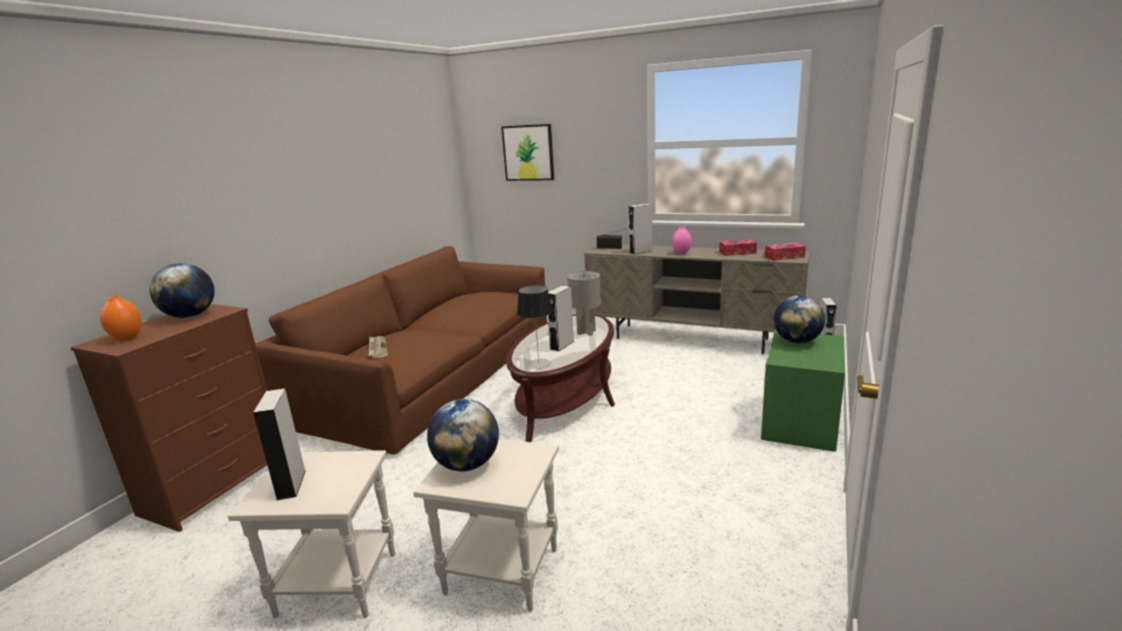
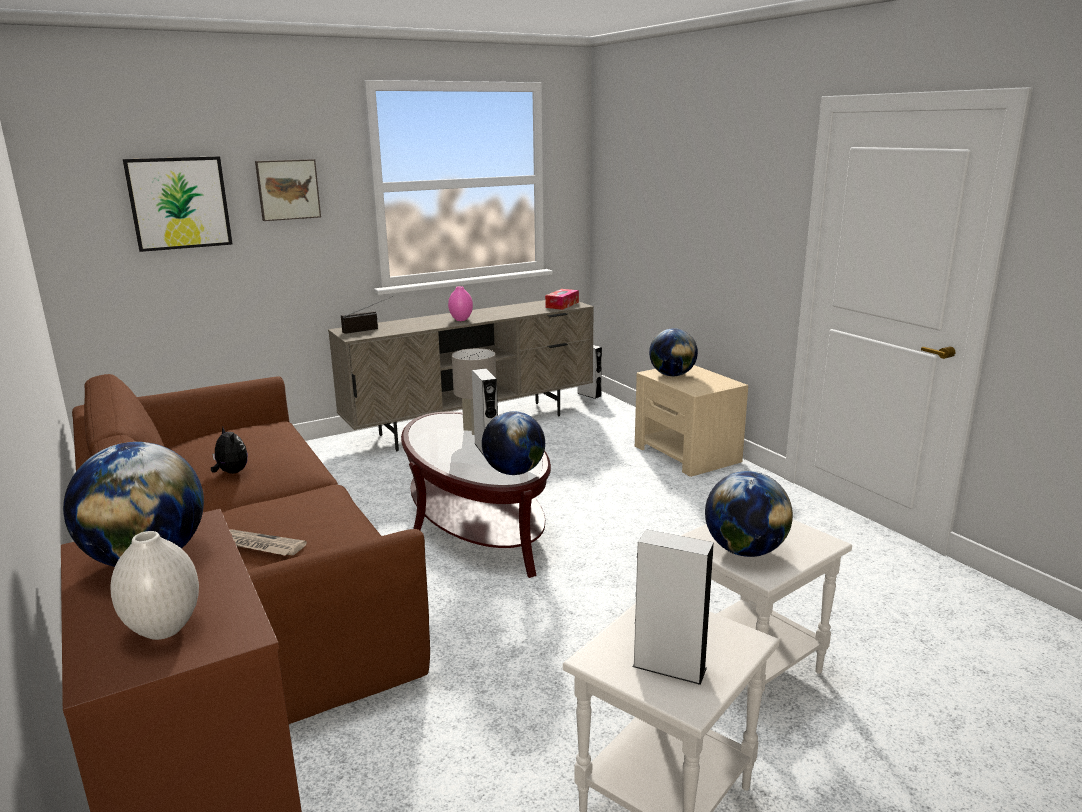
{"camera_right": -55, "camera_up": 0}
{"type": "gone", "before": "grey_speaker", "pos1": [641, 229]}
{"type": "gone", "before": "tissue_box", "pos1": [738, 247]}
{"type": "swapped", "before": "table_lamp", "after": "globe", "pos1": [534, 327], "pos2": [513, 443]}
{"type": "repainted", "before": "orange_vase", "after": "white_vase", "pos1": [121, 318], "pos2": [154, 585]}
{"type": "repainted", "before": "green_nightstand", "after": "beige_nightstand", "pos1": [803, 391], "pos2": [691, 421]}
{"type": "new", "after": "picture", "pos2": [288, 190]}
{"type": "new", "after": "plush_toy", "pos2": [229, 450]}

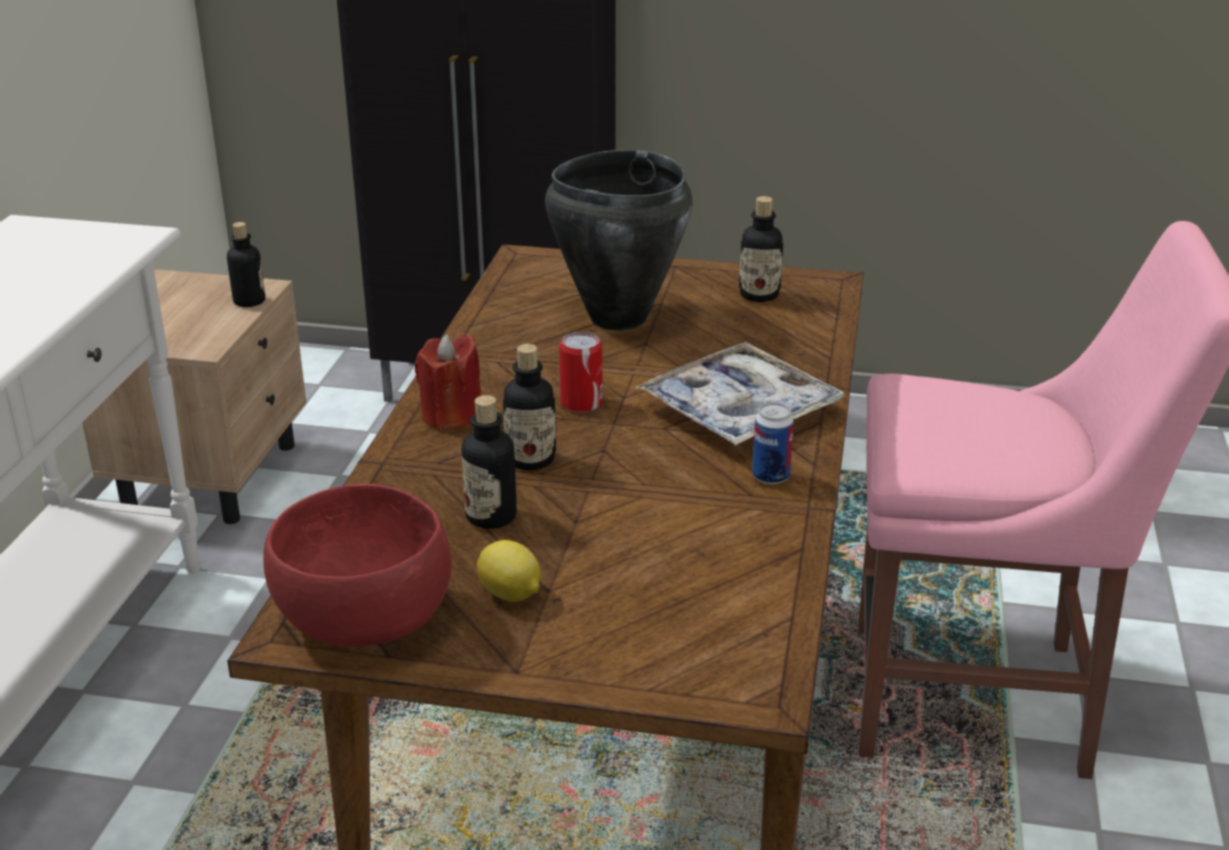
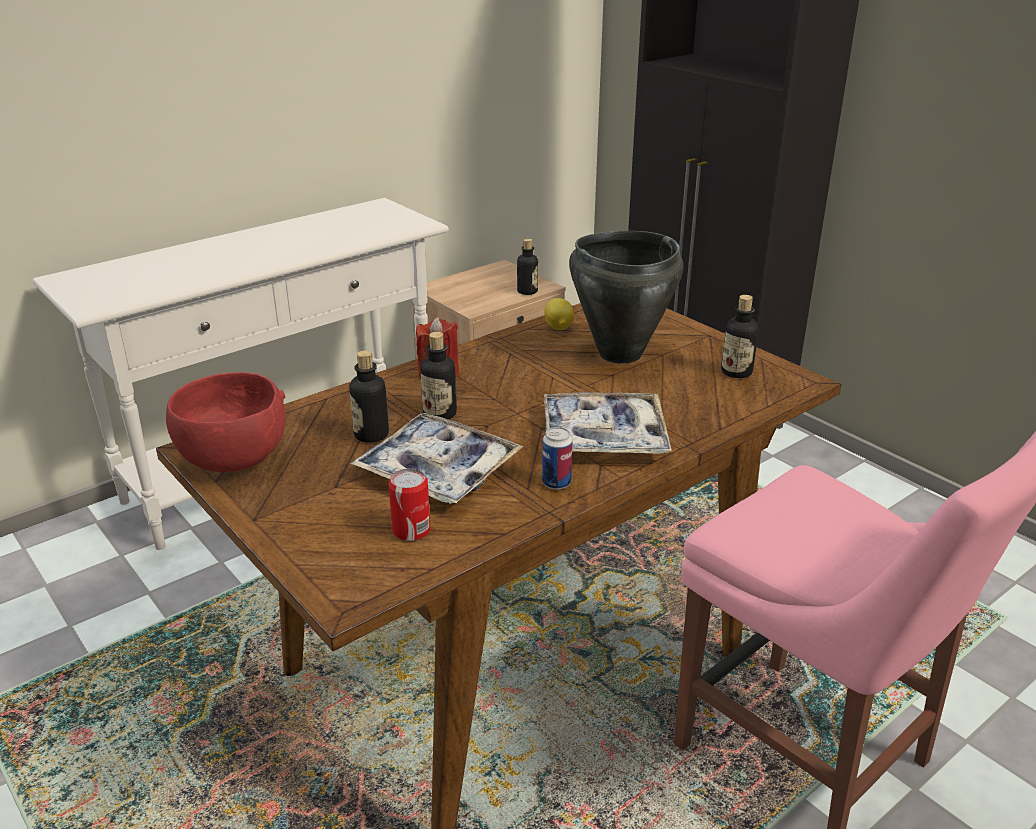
{"camera_right": 40, "camera_up": 0}
{"type": "shifted", "before": "can", "pos1": [580, 372], "pos2": [409, 505]}
{"type": "shifted", "before": "lemon", "pos1": [509, 571], "pos2": [559, 314]}
{"type": "new", "after": "tray", "pos2": [437, 458]}

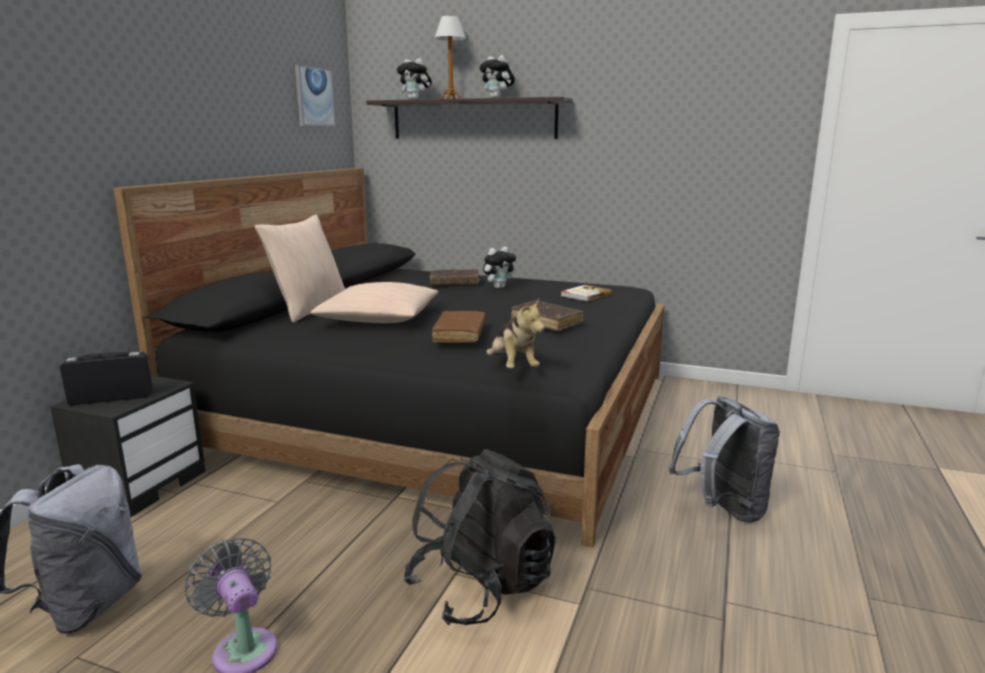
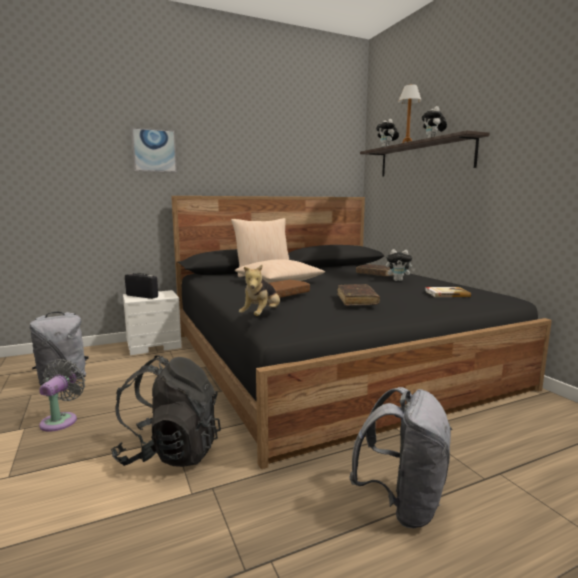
{"camera_right": 45, "camera_up": -5}
{"type": "shifted", "before": "picture", "pos1": [315, 95], "pos2": [154, 150]}
{"type": "repainted", "before": "black_nightstand", "after": "white_nightstand", "pos1": [127, 446], "pos2": [152, 322]}

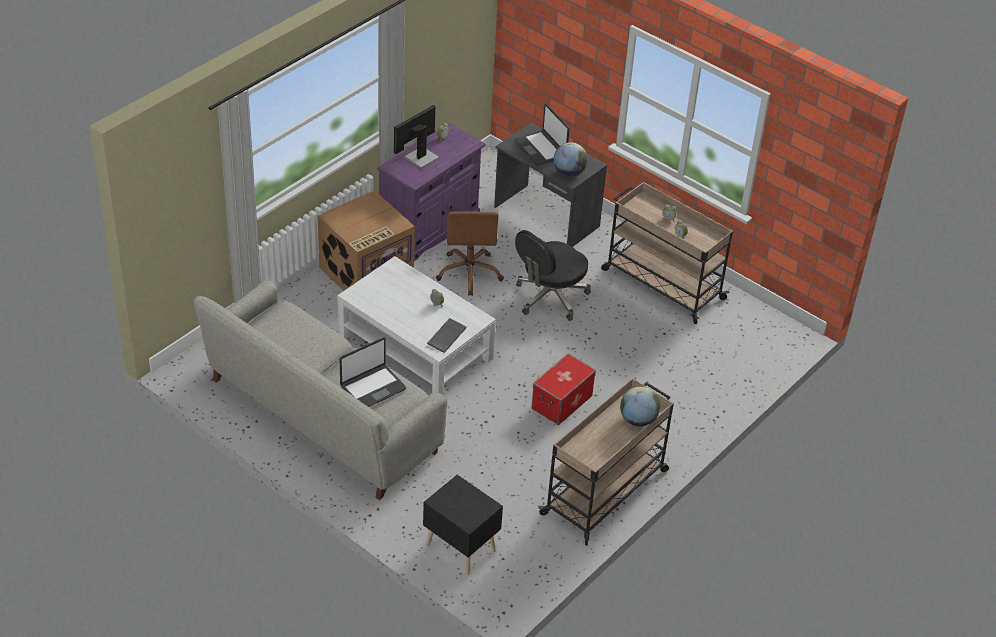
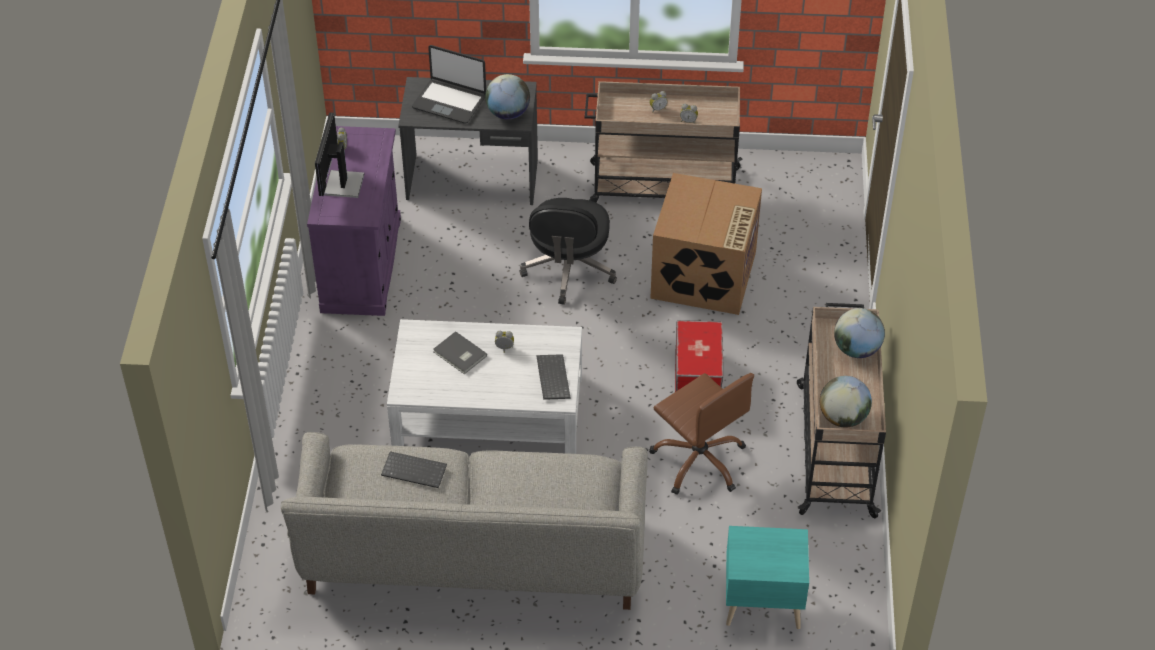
{"camera_right": -35, "camera_up": 5}
{"type": "shifted", "before": "cardboard_box", "pos1": [366, 240], "pos2": [706, 244]}
{"type": "shifted", "before": "brown_office_chair", "pos1": [470, 253], "pos2": [701, 434]}
{"type": "gone", "before": "laptop", "pos1": [373, 372]}
{"type": "repainted", "before": "black_nightstand", "after": "turquoise_nightstand", "pos1": [463, 525], "pos2": [767, 577]}
{"type": "new", "after": "grey_book", "pos2": [460, 352]}
{"type": "new", "after": "globe", "pos2": [846, 402]}
{"type": "new", "after": "keyboard", "pos2": [414, 469]}

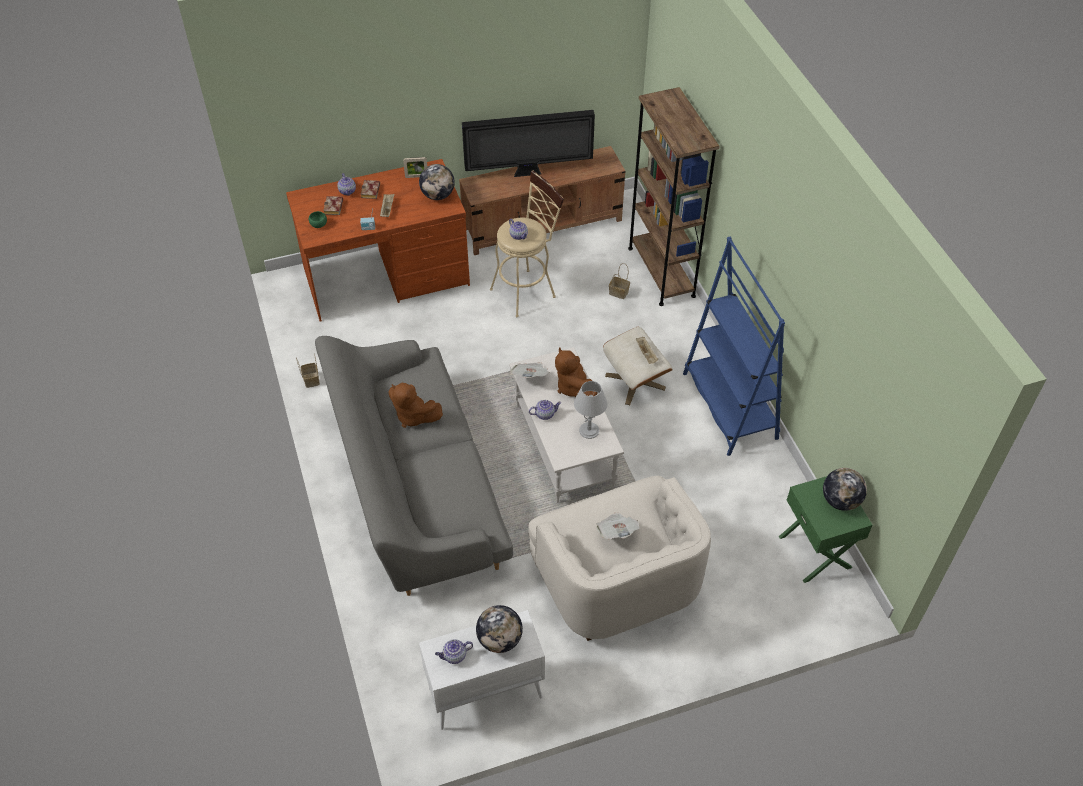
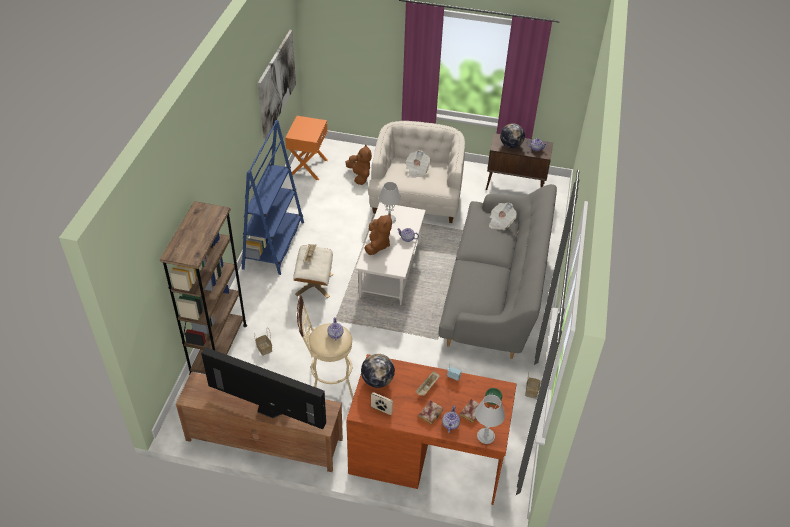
{"camera_right": -150, "camera_up": -5}
{"type": "shifted", "before": "newspaper", "pos1": [530, 370], "pos2": [503, 217]}
{"type": "shifted", "before": "brown_plush_toy", "pos1": [415, 405], "pos2": [359, 165]}
{"type": "gone", "before": "globe", "pos1": [845, 489]}
{"type": "repainted", "before": "green_nightstand", "after": "orange_nightstand", "pos1": [825, 529], "pos2": [306, 148]}
{"type": "repainted", "before": "white_cabinet", "after": "brown_cabinet", "pos1": [482, 670], "pos2": [519, 161]}
{"type": "new", "after": "picture", "pos2": [277, 84]}
{"type": "new", "after": "grey_table_lamp", "pos2": [490, 419]}

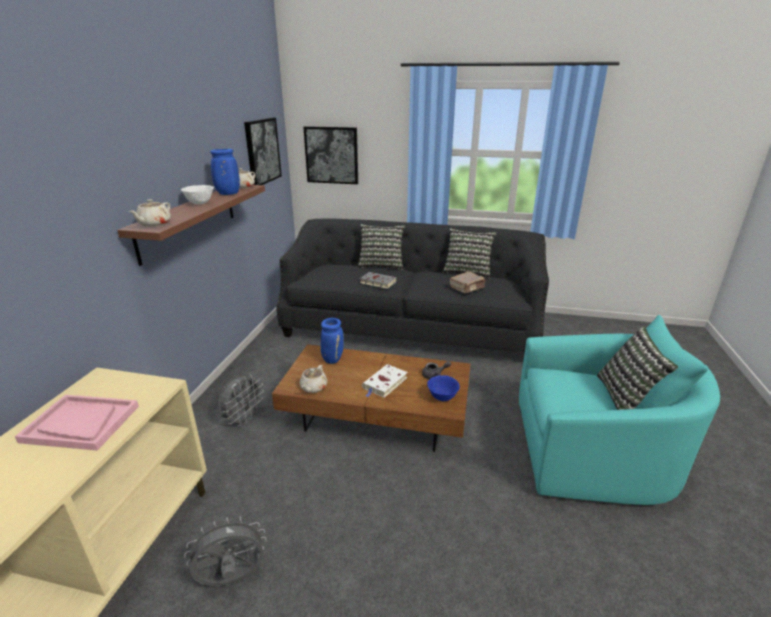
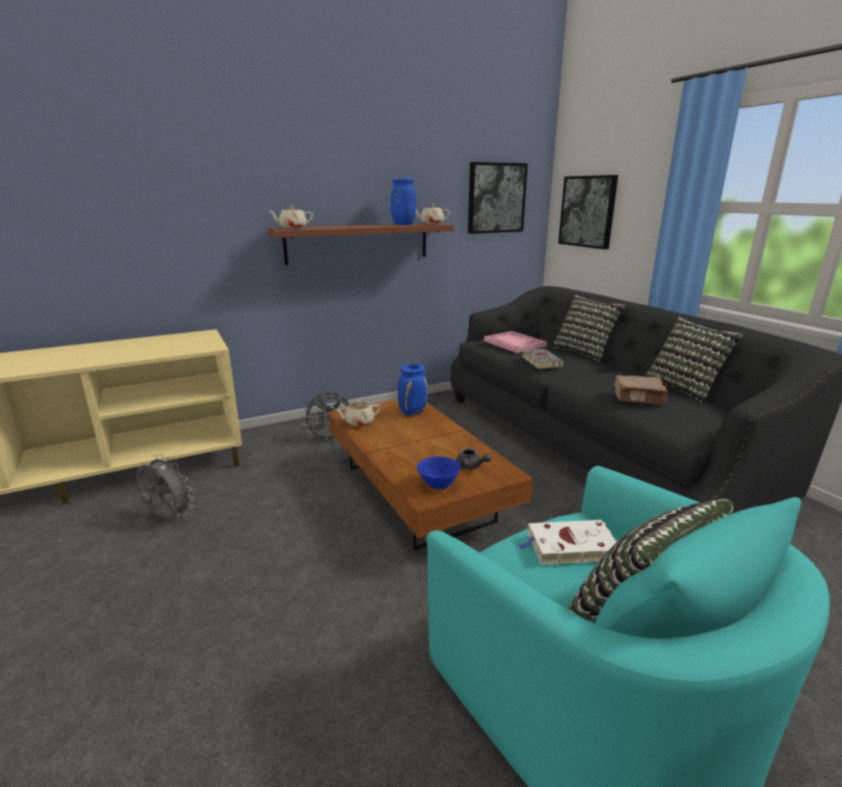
{"camera_right": 50, "camera_up": -5}
{"type": "gone", "before": "white_bowl", "pos1": [197, 194]}
{"type": "shifted", "before": "white_book", "pos1": [385, 381], "pos2": [566, 542]}
{"type": "shifted", "before": "pink_tray", "pos1": [77, 423], "pos2": [515, 342]}

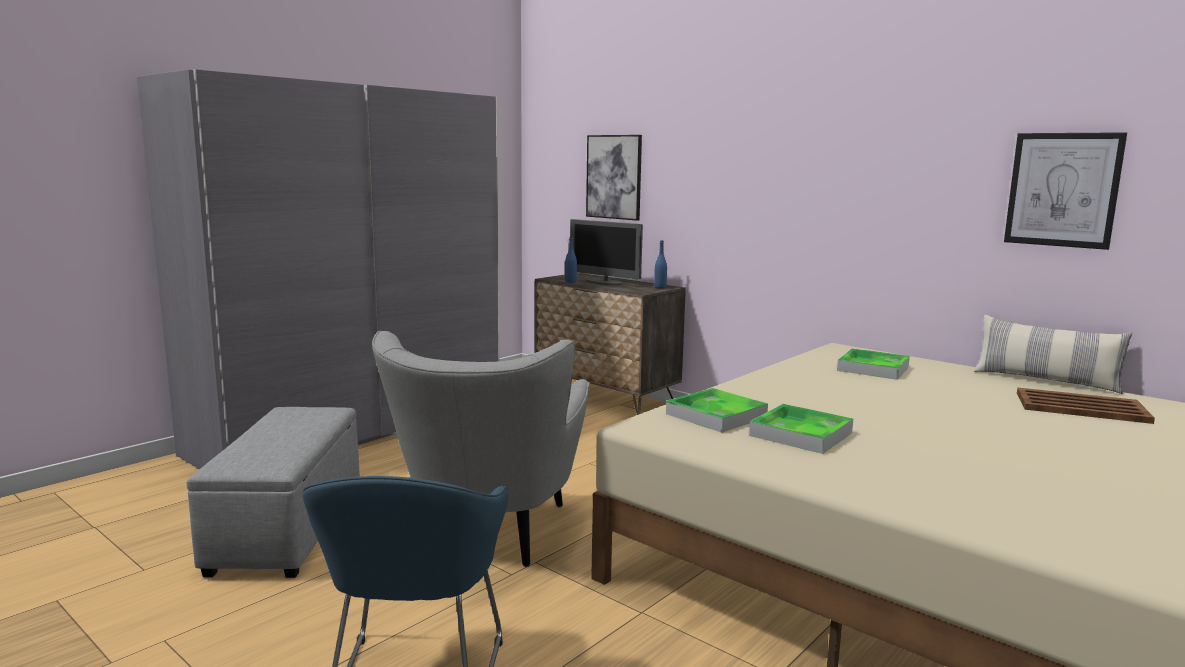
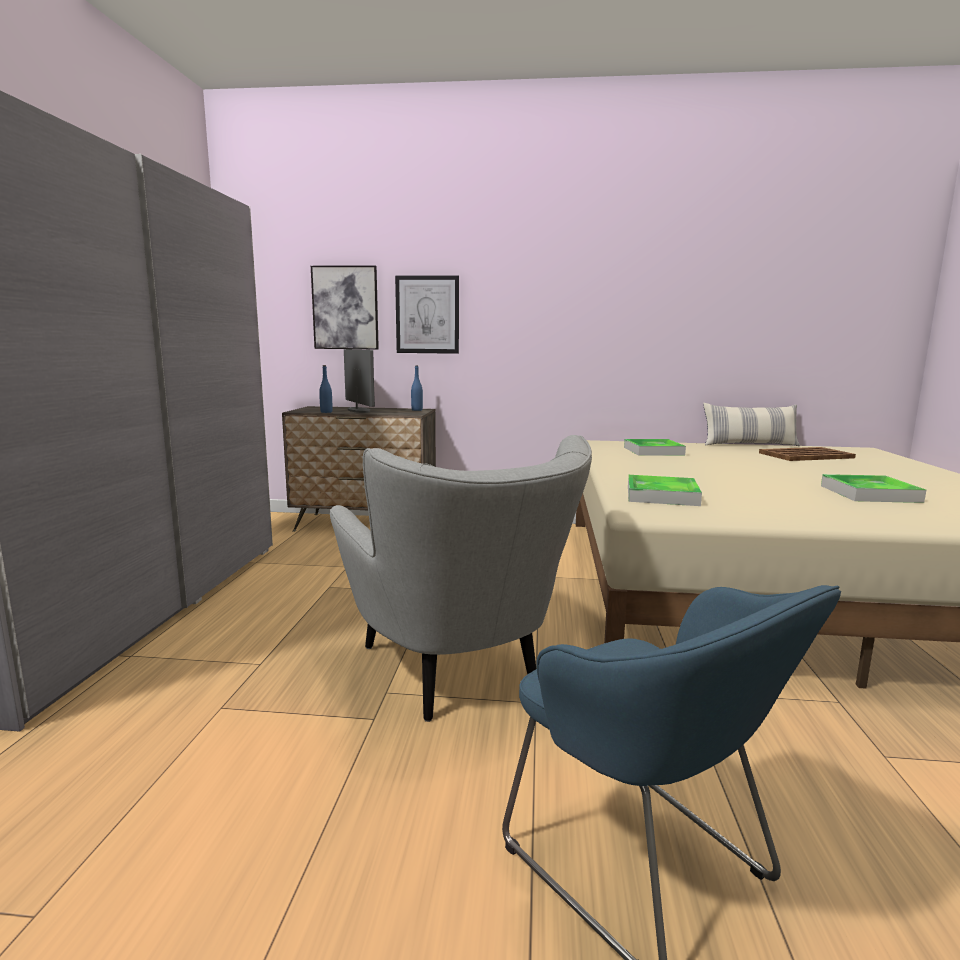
{"camera_right": -35, "camera_up": 0}
{"type": "shifted", "before": "picture", "pos1": [1065, 191], "pos2": [427, 314]}
{"type": "rotated", "before": "monitor", "pos1": [606, 252], "pos2": [359, 381], "turn": -120}
{"type": "shifted", "before": "tray", "pos1": [801, 429], "pos2": [873, 488]}
{"type": "gone", "before": "grey_ottoman", "pos1": [273, 492]}

